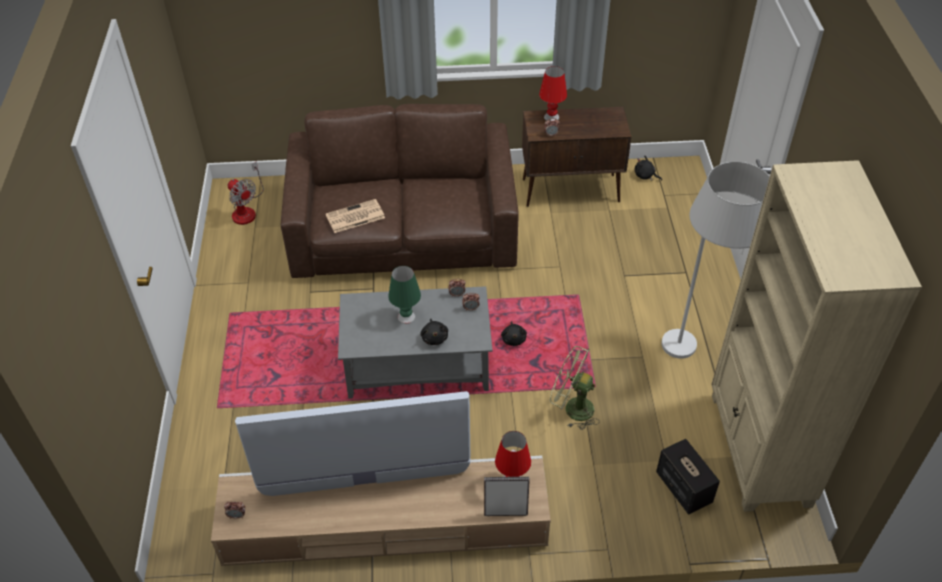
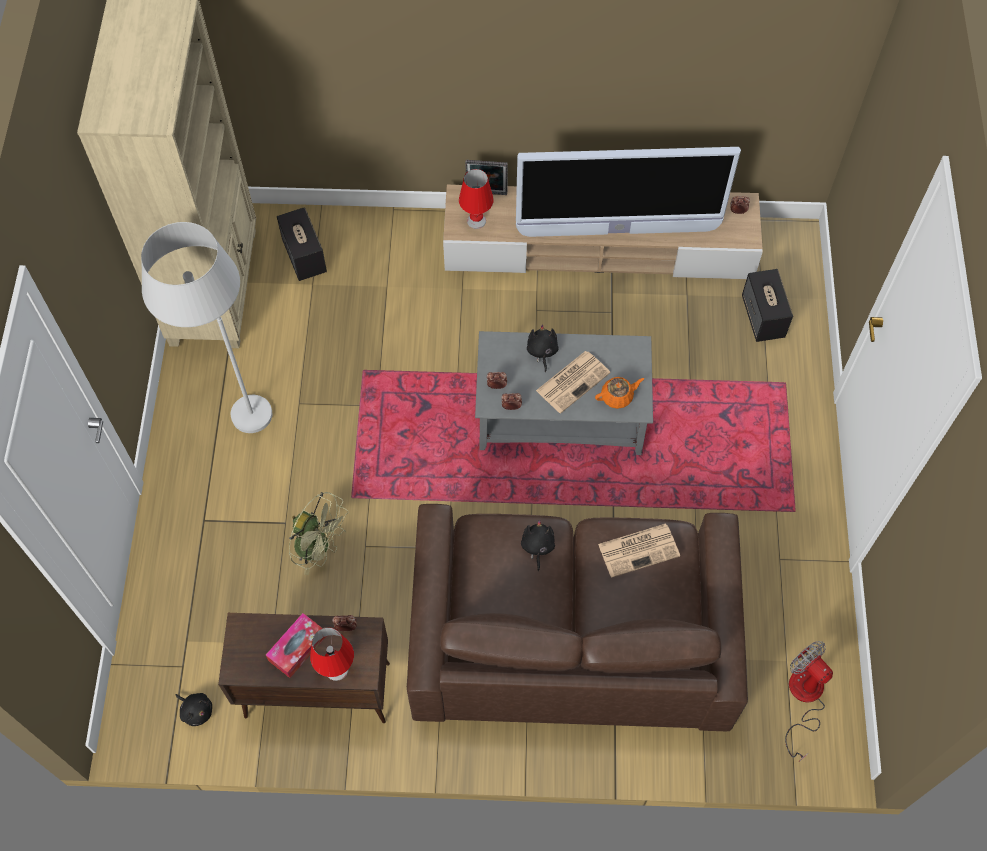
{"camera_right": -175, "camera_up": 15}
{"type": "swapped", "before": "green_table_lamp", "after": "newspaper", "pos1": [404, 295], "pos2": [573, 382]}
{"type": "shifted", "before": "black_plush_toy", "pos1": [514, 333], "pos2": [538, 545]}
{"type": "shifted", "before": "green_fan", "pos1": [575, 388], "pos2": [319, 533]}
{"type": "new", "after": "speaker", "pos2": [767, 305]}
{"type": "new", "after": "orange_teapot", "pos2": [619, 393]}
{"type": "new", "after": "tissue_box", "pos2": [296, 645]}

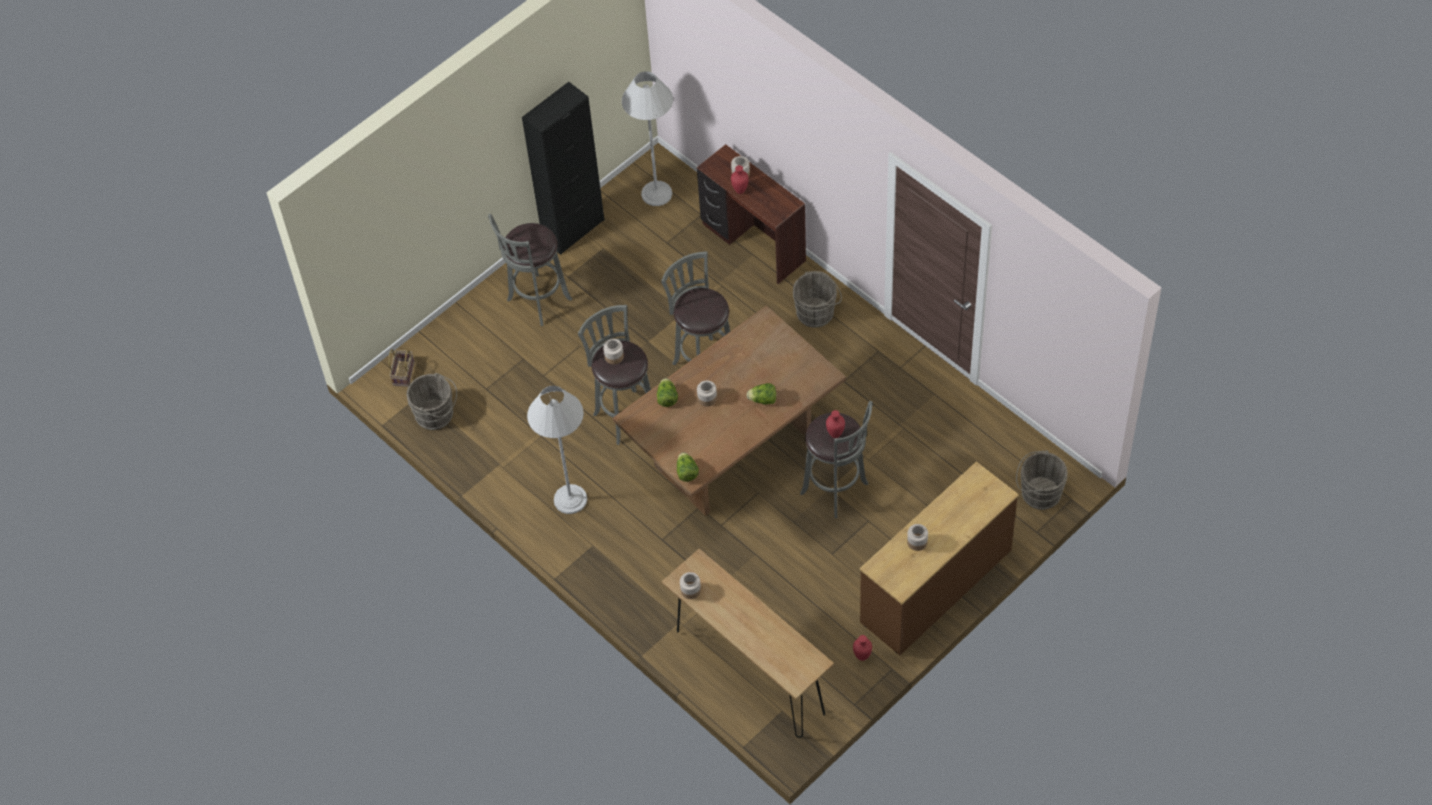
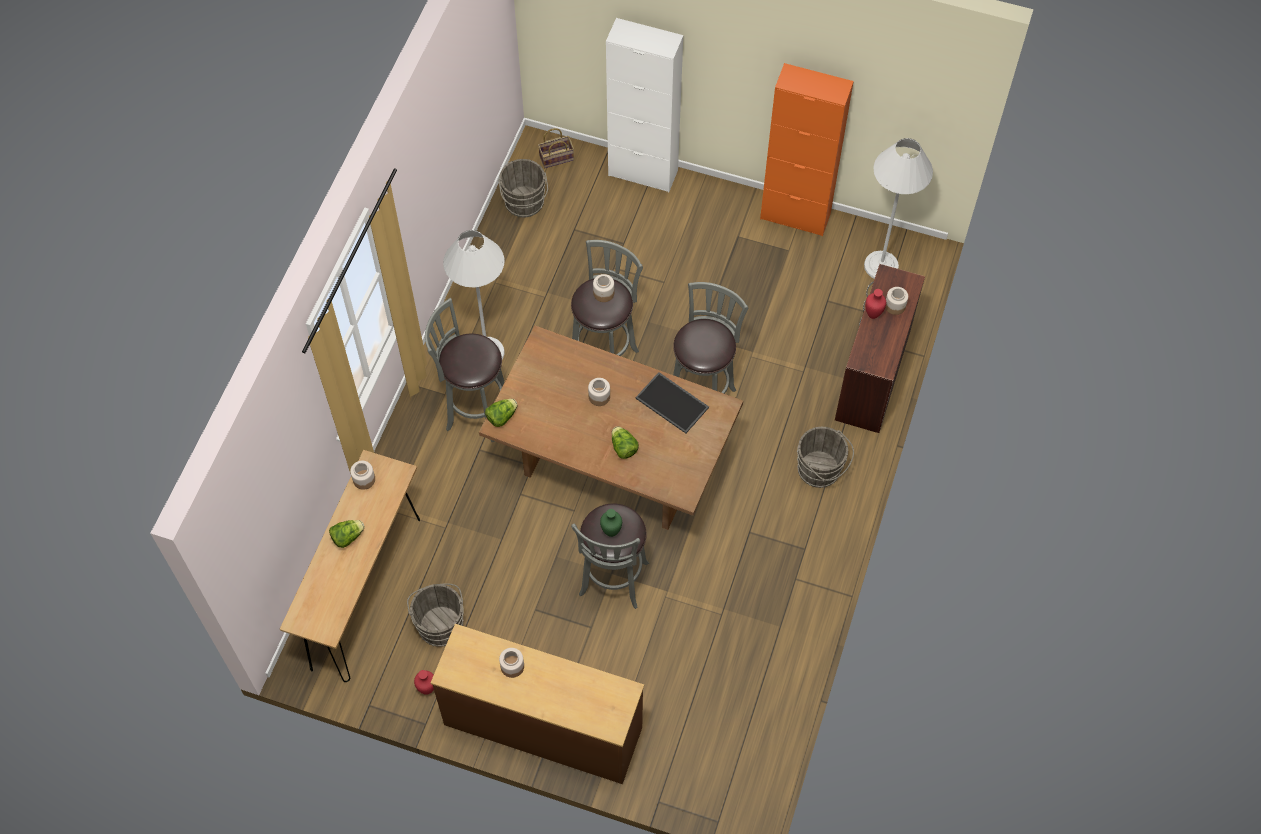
{"camera_right": 60, "camera_up": 5}
{"type": "repainted", "before": "black_cabinet", "after": "orange_cabinet", "pos1": [563, 168], "pos2": [807, 149]}
{"type": "shifted", "before": "grey_stool", "pos1": [530, 270], "pos2": [465, 370]}
{"type": "shifted", "before": "lettuce", "pos1": [667, 392], "pos2": [347, 534]}
{"type": "repainted", "before": "red_vase", "after": "green_vase", "pos1": [835, 424], "pos2": [611, 523]}
{"type": "shifted", "before": "grey_bucket", "pos1": [1042, 480], "pos2": [435, 615]}
{"type": "new", "after": "white_cabinet", "pos2": [644, 105]}
{"type": "new", "after": "tray", "pos2": [672, 402]}

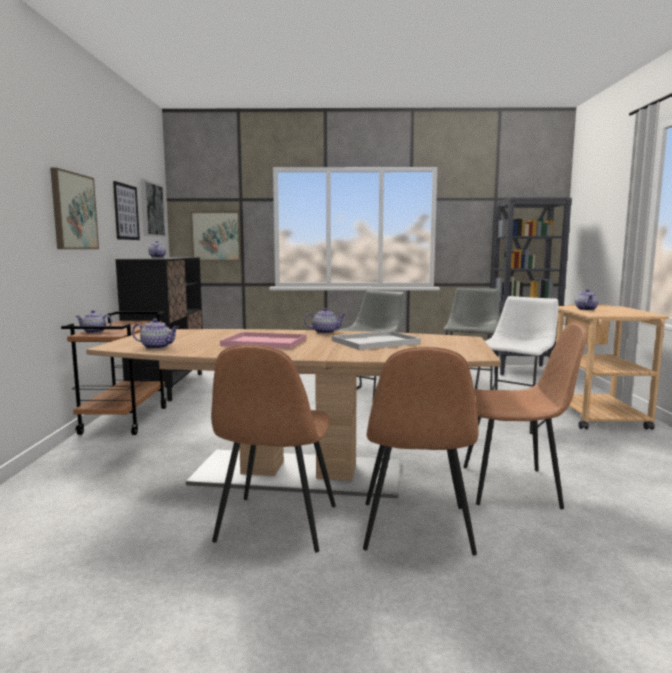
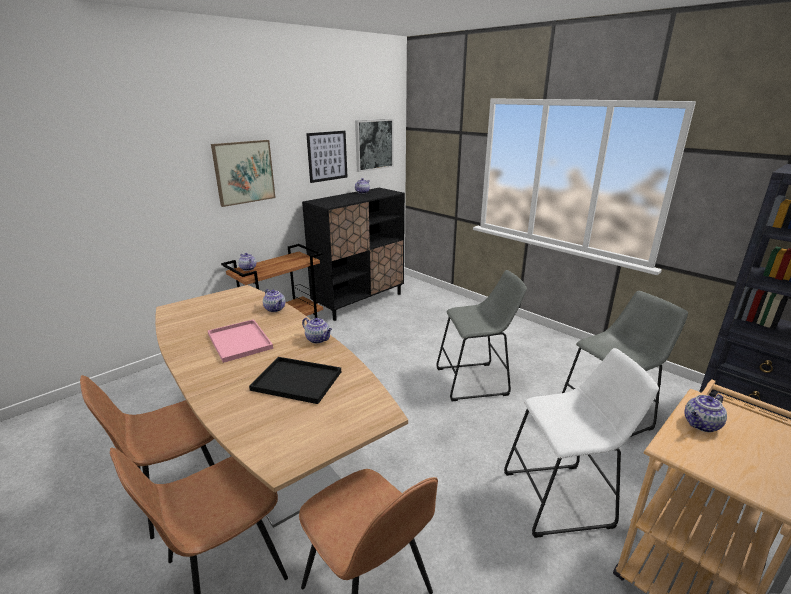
{"camera_right": 45, "camera_up": 15}
{"type": "gone", "before": "picture", "pos1": [216, 236]}
{"type": "shifted", "before": "teapot", "pos1": [155, 333], "pos2": [274, 300]}
{"type": "repainted", "before": "white_tray", "after": "black_tray", "pos1": [376, 340], "pos2": [295, 380]}

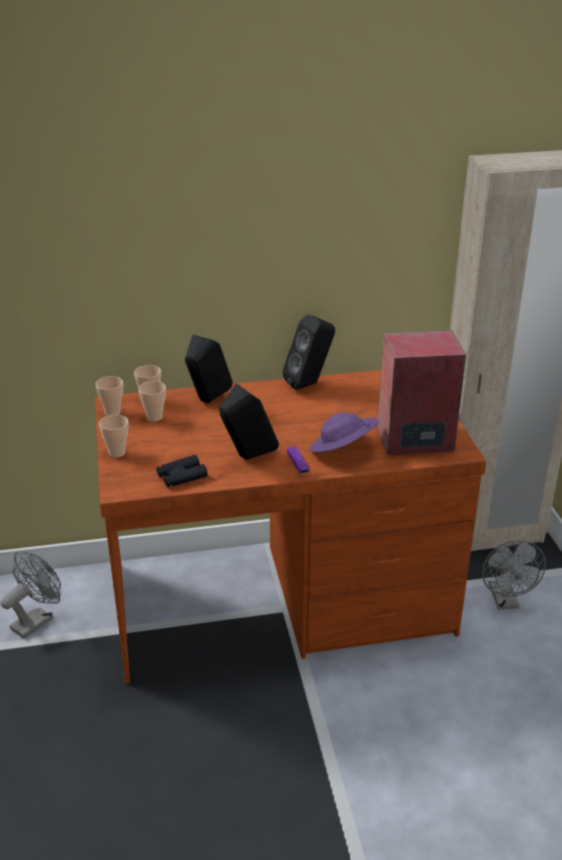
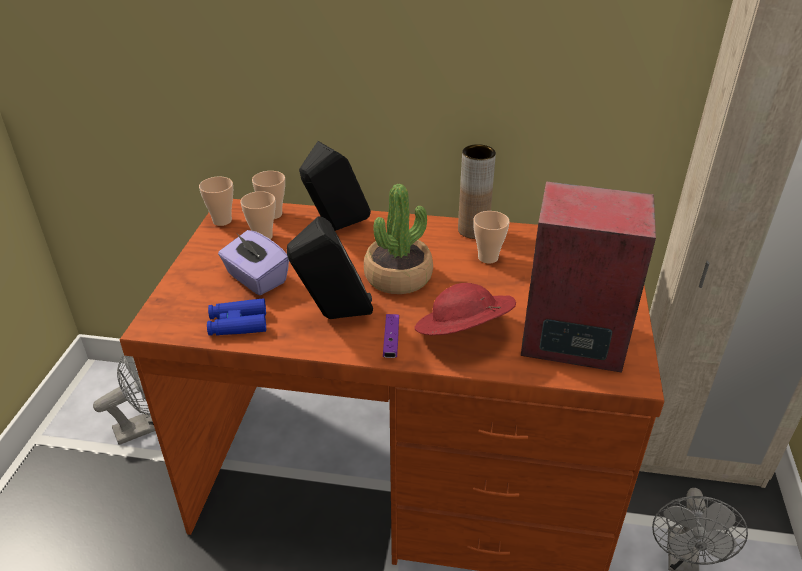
{"camera_right": 20, "camera_up": 5}
{"type": "swapped", "before": "black_speaker", "after": "brown_vase", "pos1": [309, 352], "pos2": [477, 191]}
{"type": "repainted", "before": "purple_hat", "after": "red_hat", "pos1": [344, 432], "pos2": [465, 309]}
{"type": "shifted", "before": "cup", "pos1": [113, 436], "pos2": [491, 237]}
{"type": "repainted", "before": "black_binoculars", "after": "blue_binoculars", "pos1": [182, 471], "pos2": [236, 317]}
{"type": "new", "after": "potted_plant", "pos2": [398, 239]}
{"type": "new", "after": "purple_tissue_box", "pos2": [253, 262]}

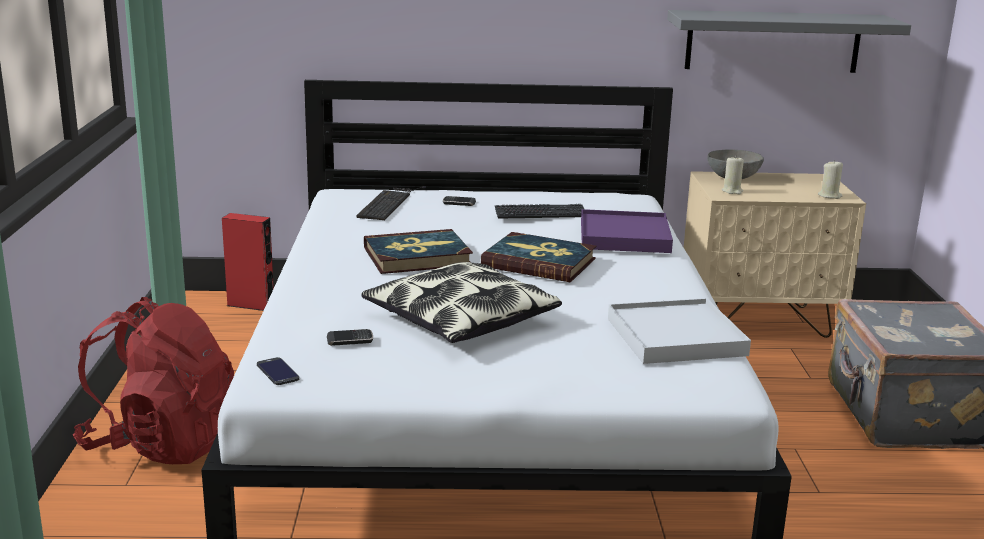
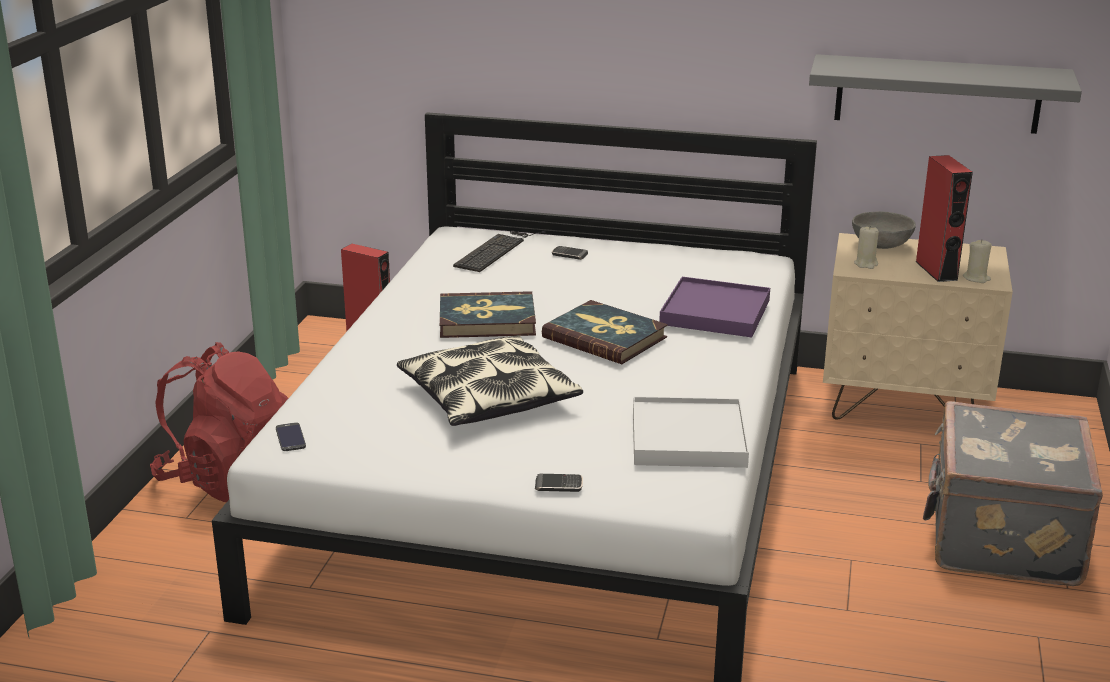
{"camera_right": 15, "camera_up": 5}
{"type": "gone", "before": "keyboard", "pos1": [539, 211]}
{"type": "shifted", "before": "phone", "pos1": [350, 337], "pos2": [559, 483]}
{"type": "new", "after": "red_speaker", "pos2": [944, 218]}

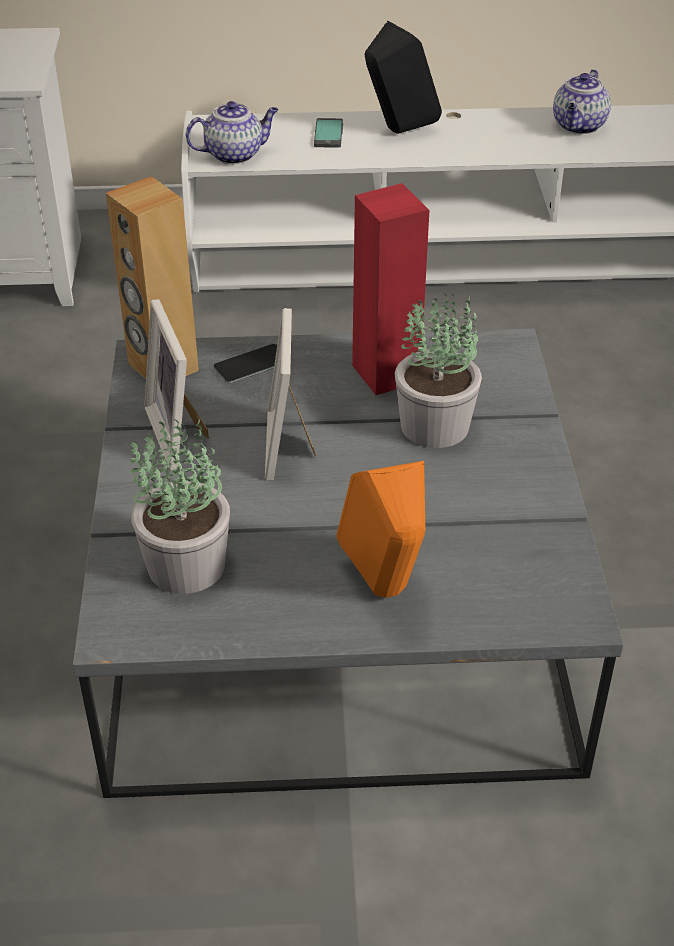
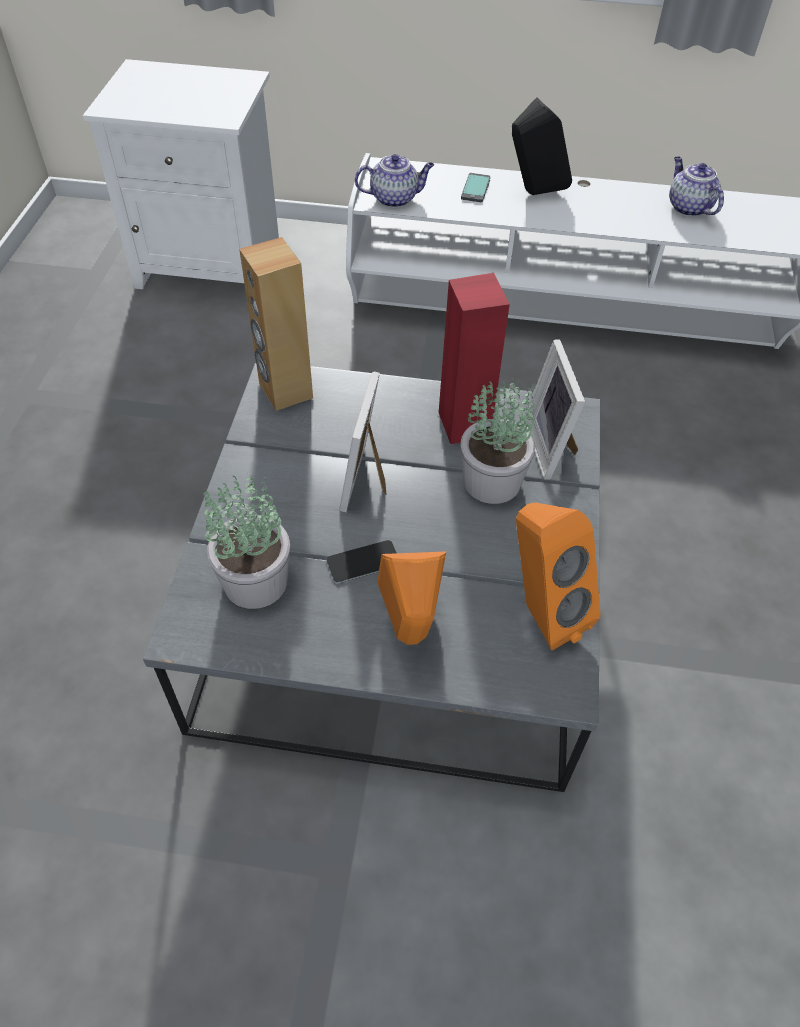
{"camera_right": 10, "camera_up": 10}
{"type": "rotated", "before": "teapot", "pos1": [582, 101], "pos2": [696, 186], "turn": 120}
{"type": "shifted", "before": "picture_frame", "pos1": [176, 384], "pos2": [555, 409]}
{"type": "shifted", "before": "phone", "pos1": [245, 363], "pos2": [362, 561]}
{"type": "new", "after": "orange_speaker", "pos2": [558, 576]}

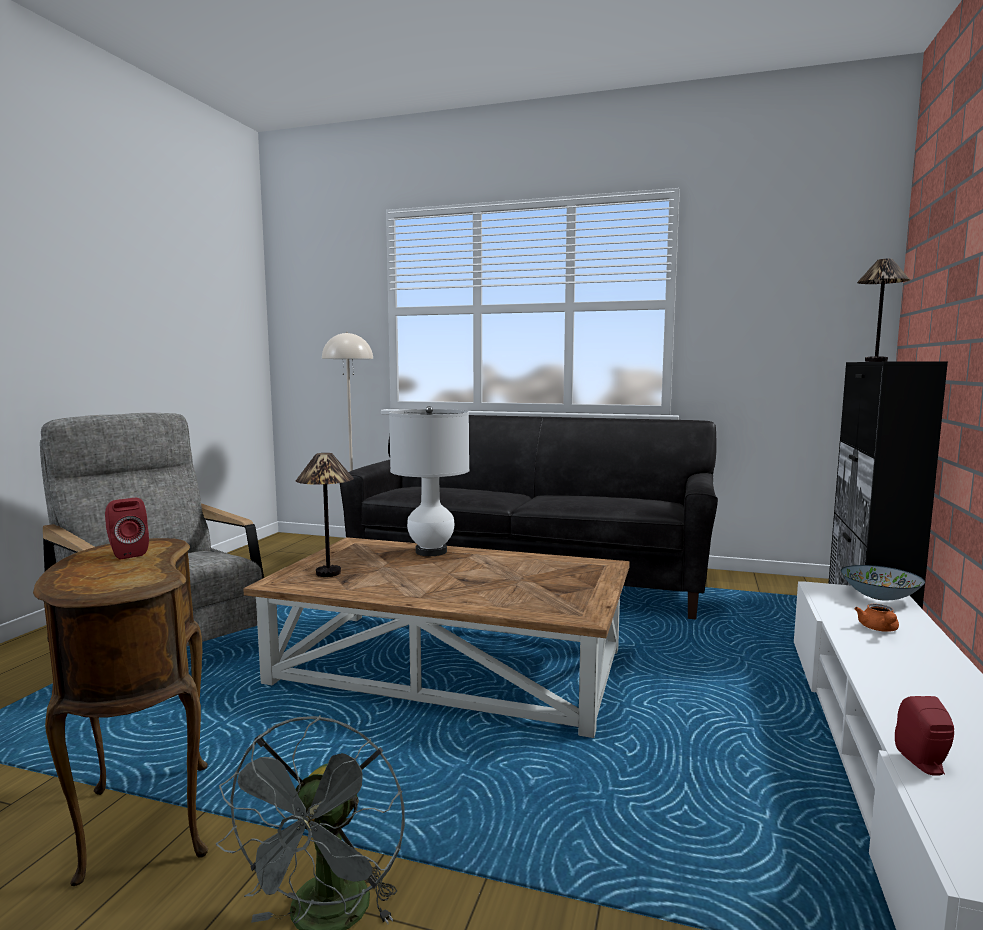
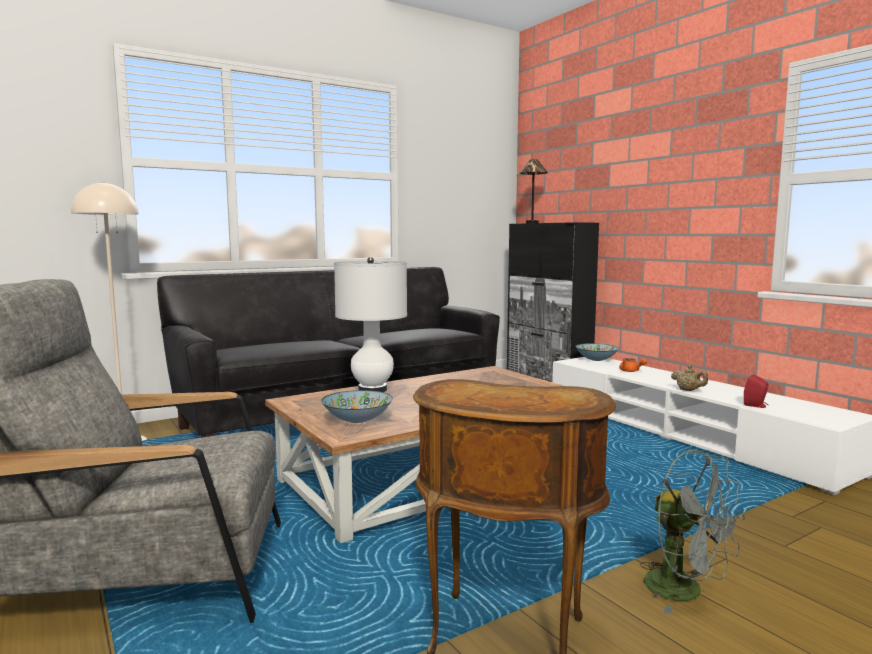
{"camera_right": -50, "camera_up": 0}
{"type": "swapped", "before": "table_lamp", "after": "bowl", "pos1": [325, 515], "pos2": [357, 406]}
{"type": "gone", "before": "red_speaker", "pos1": [127, 529]}
{"type": "new", "after": "beige_teapot", "pos2": [689, 378]}

